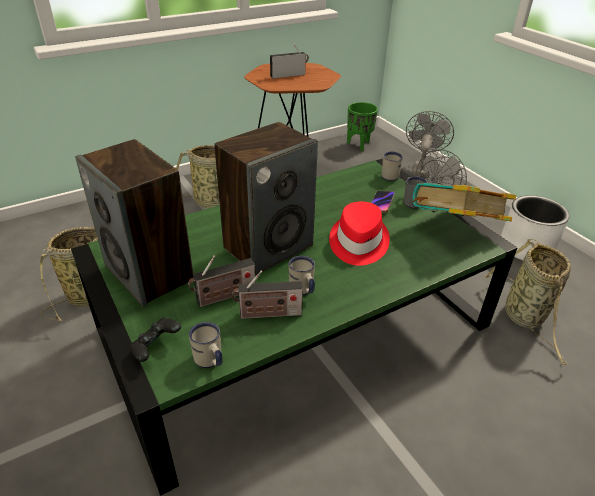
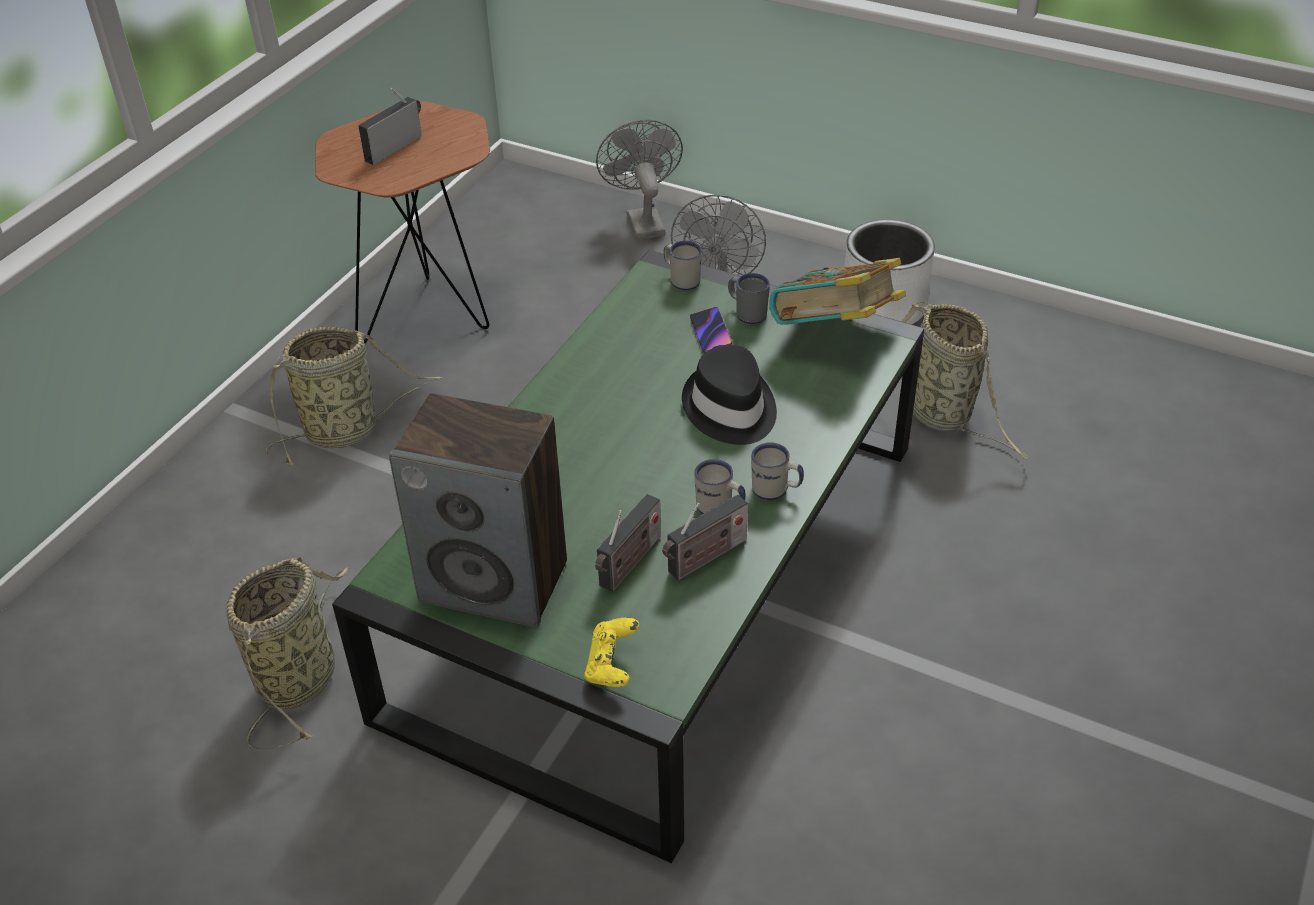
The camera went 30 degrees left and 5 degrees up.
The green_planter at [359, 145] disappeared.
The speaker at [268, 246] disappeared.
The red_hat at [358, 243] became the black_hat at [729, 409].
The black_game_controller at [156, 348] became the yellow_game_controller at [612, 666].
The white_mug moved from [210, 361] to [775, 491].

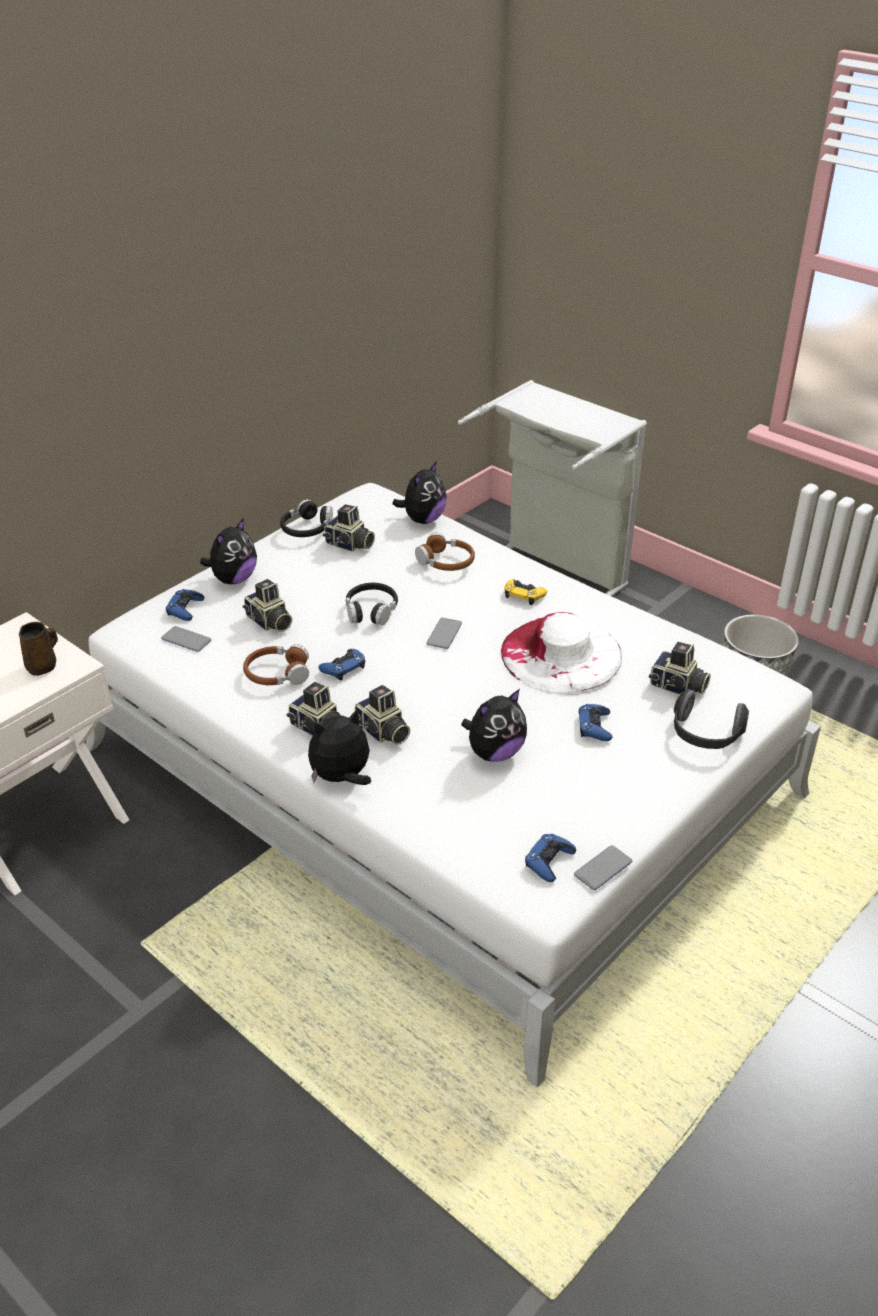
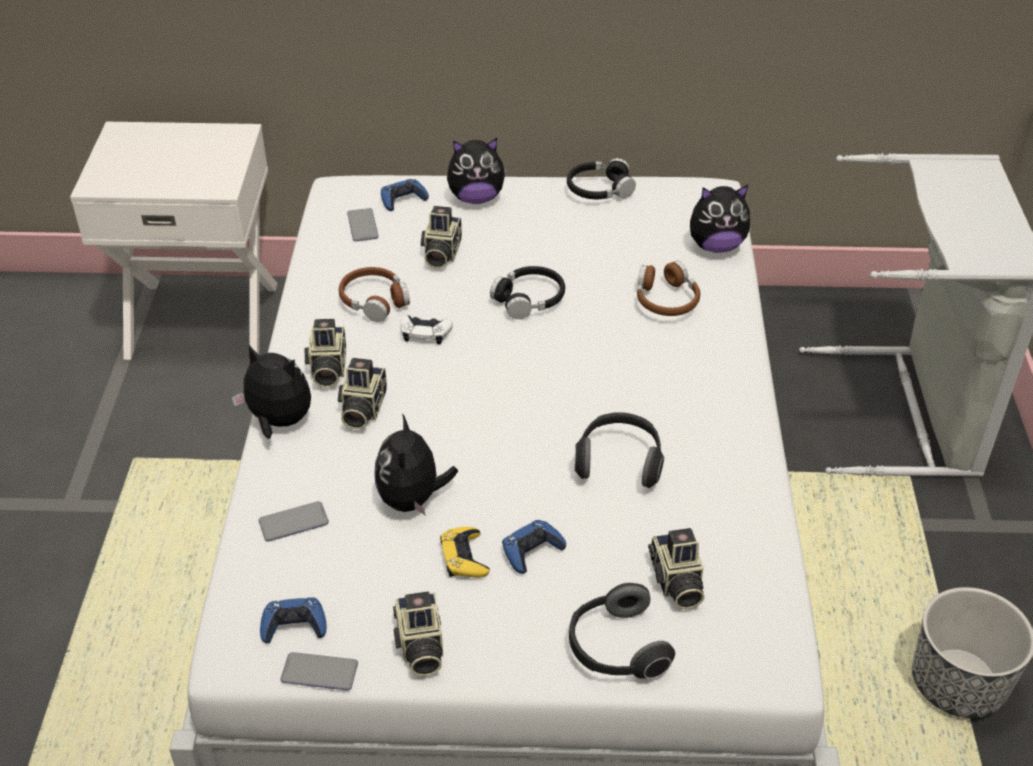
The camera went 50 degrees right and 5 degrees up.
The photo_camera moved from [349, 545] to [419, 646].
The yellow_game_controller moved from [524, 595] to [464, 557].
The white_hat at [561, 654] was replaced by the headphones at [619, 461].
The phone moved from [444, 634] to [294, 522].
The brown_mug at [43, 666] disappeared.
The blue_game_controller at [343, 667] became the white_game_controller at [425, 332].
The plush_toy at [494, 752] turned 75 degrees clockwise.

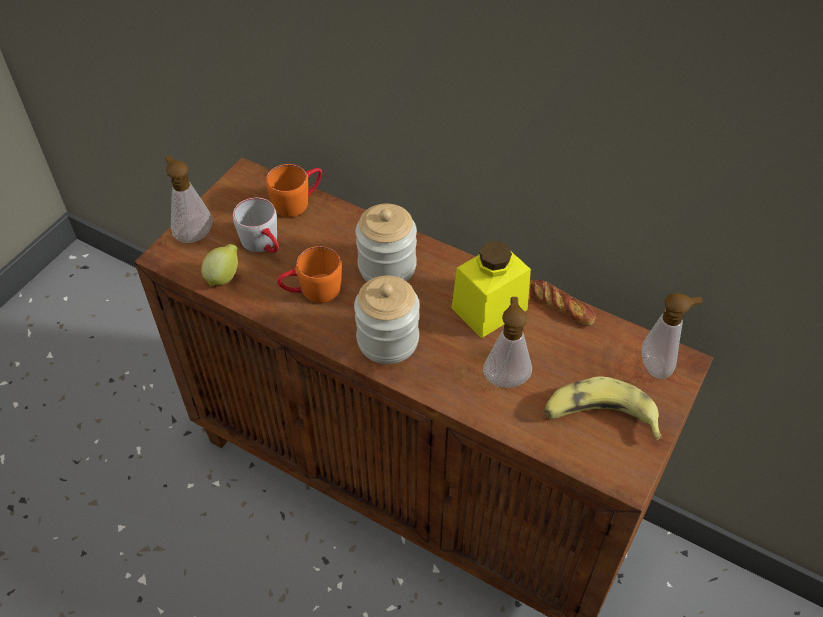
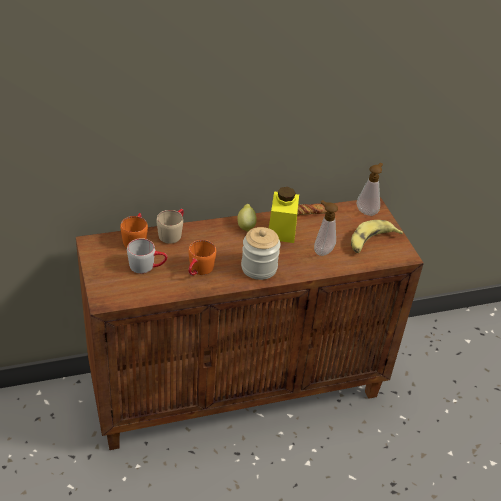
The camera went 50 degrees left and 10 degrees down.
The soap_dispenser at [193, 234] disappeared.
The jar at [387, 267] disappeared.
The lemon moved from [224, 277] to [246, 226].
The beige_mug at [172, 233] appeared.

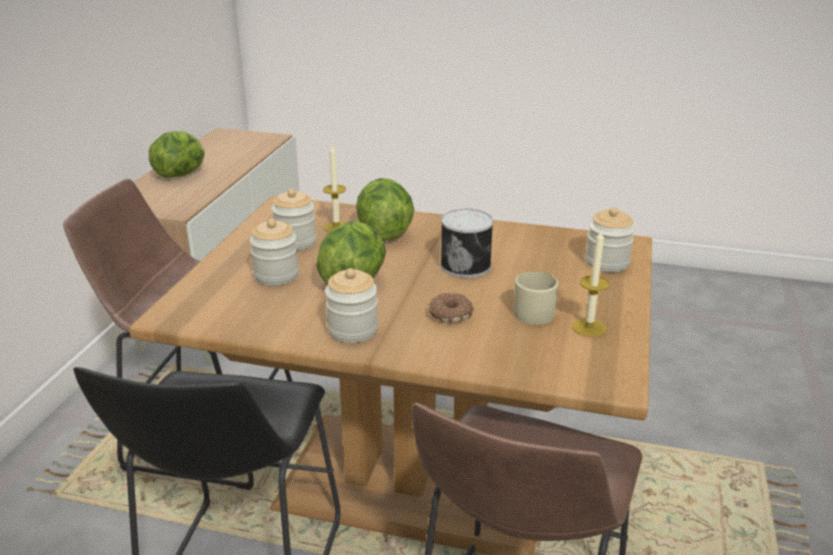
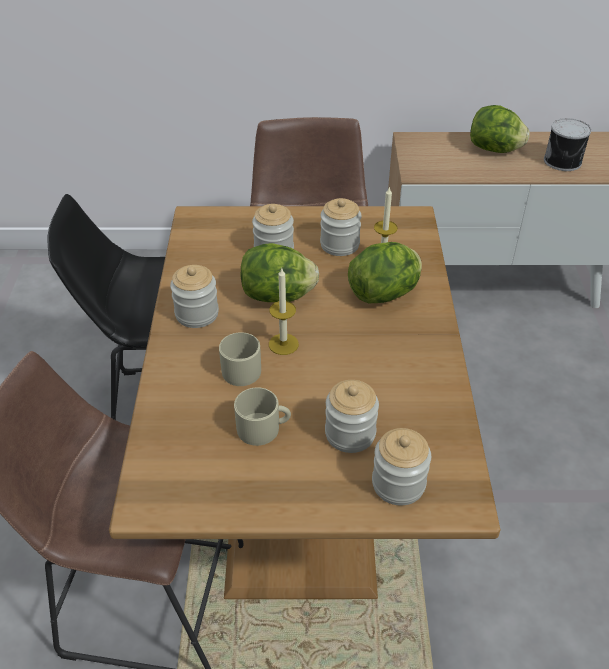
The camera went 75 degrees right and 15 degrees up.
The can moved from [466, 265] to [563, 161].
The candle moved from [589, 327] to [283, 344].
The donut at [449, 314] was replaced by the beige_mug at [239, 368].
The jar at [350, 433] appeared.

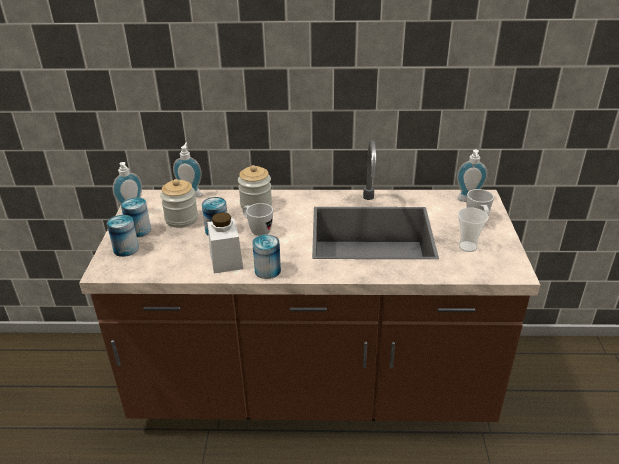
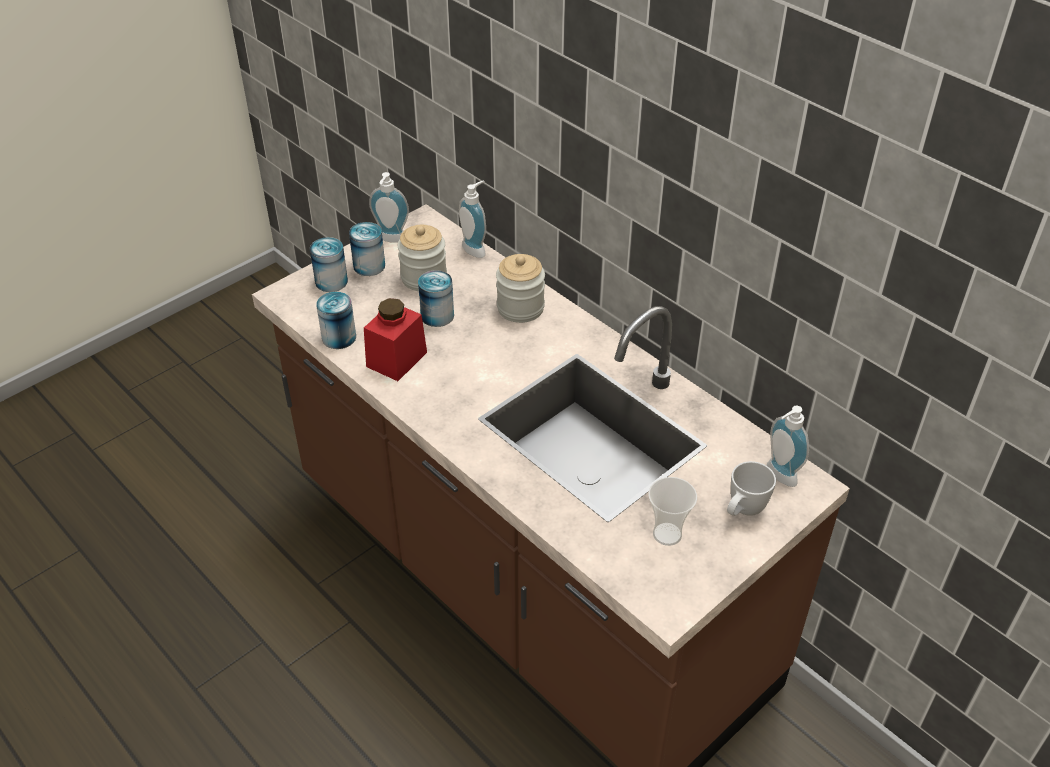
The camera went 45 degrees right and 10 degrees up.
The white_mug at [257, 230] disappeared.
The white_jar at [226, 260] became the red_jar at [396, 359].
The can moved from [267, 270] to [339, 337].

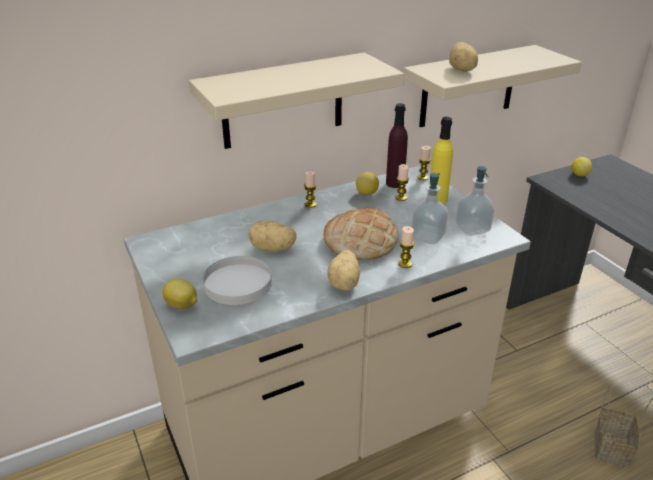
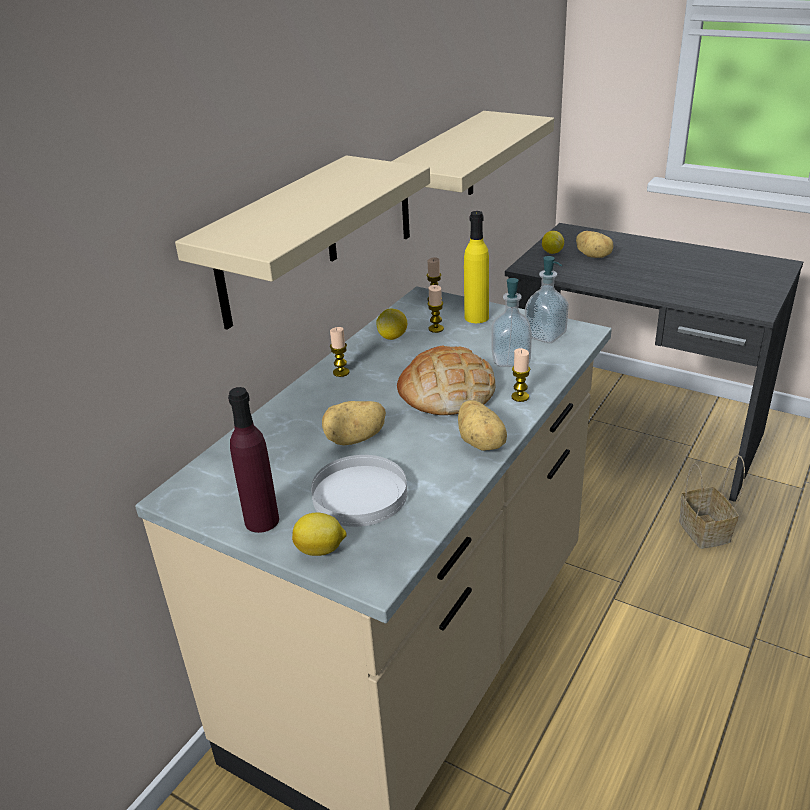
The camera went 30 degrees left and 0 degrees up.
The potato moved from [462, 69] to [593, 256].
The purple_bottle moved from [395, 183] to [262, 520].

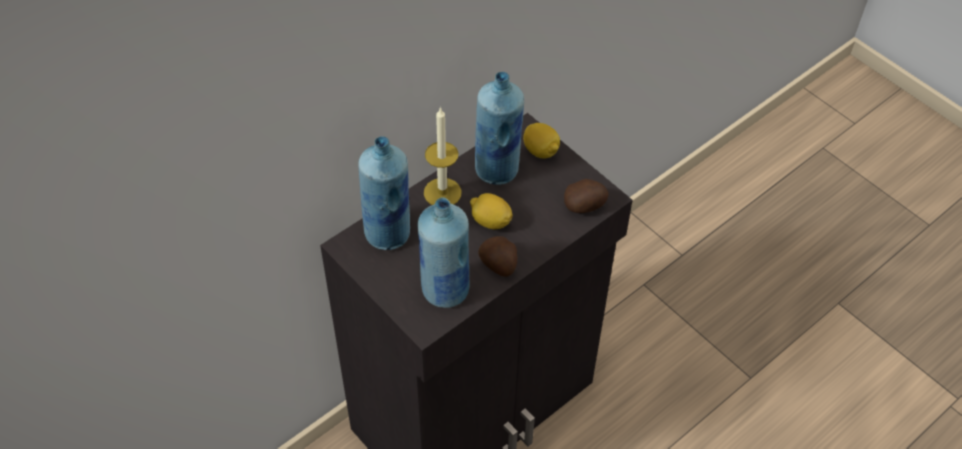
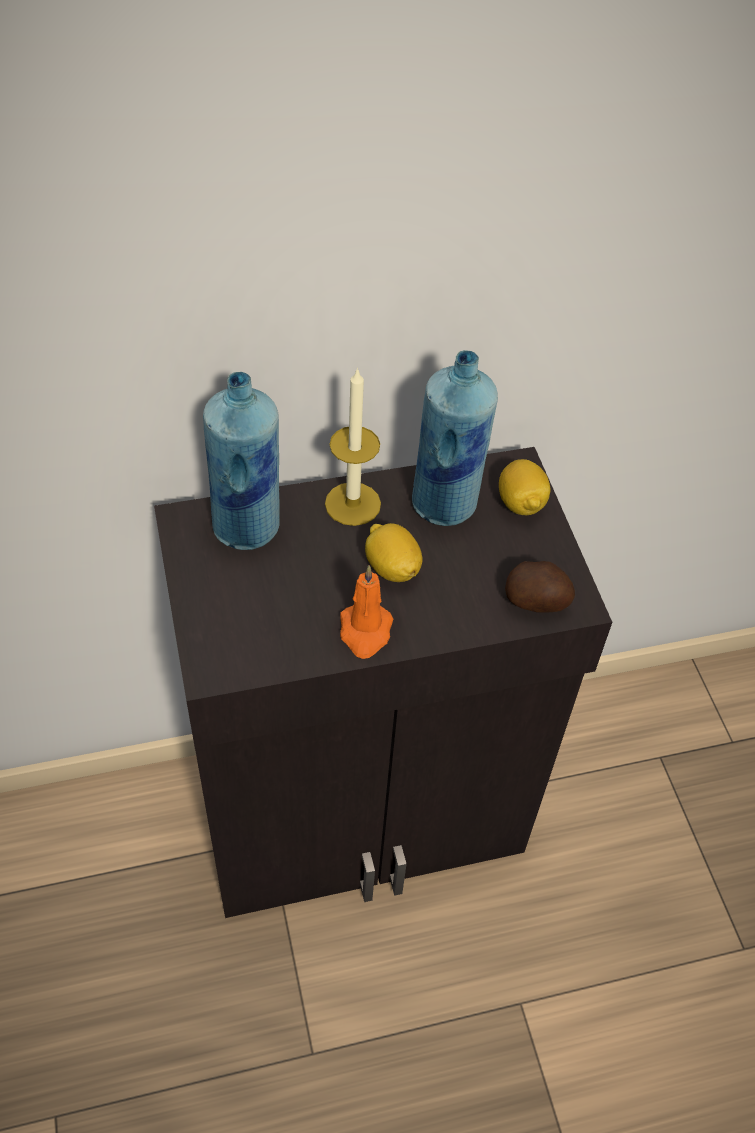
The camera went 25 degrees right and 0 degrees up.
The blue_bottle at [445, 291] disappeared.
The potato at [499, 265] was replaced by the orange_candle at [365, 632].

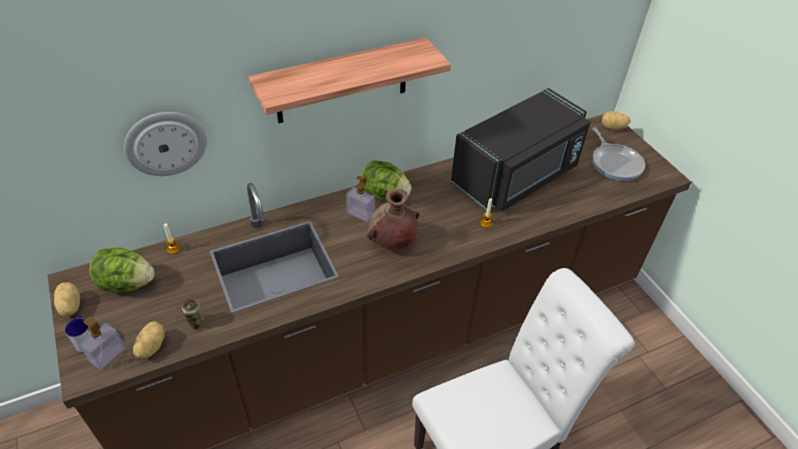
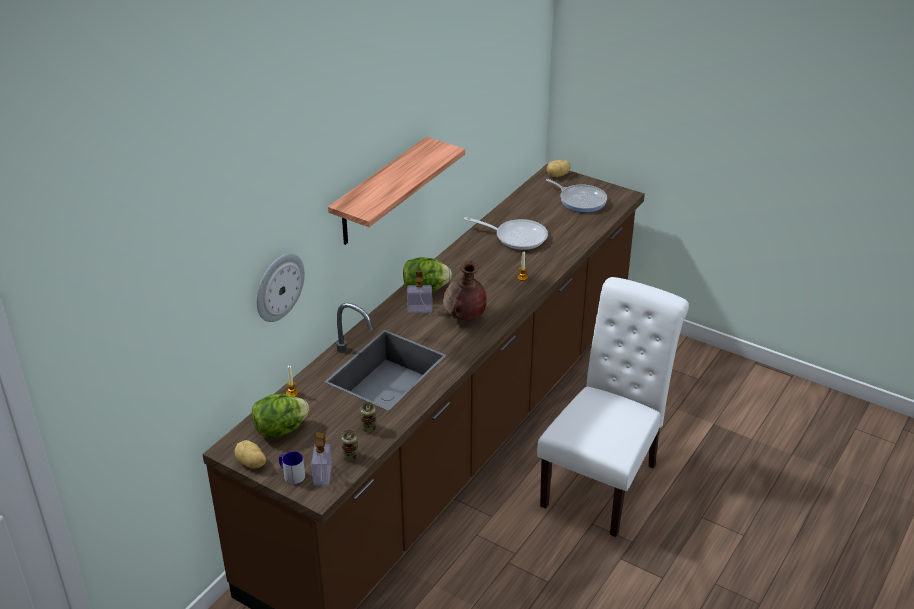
The camera went 30 degrees left and 10 degrees down.
The black_microwave at [517, 176] was replaced by the frying_pan at [516, 237].
The potato at [151, 347] was replaced by the can at [350, 456].

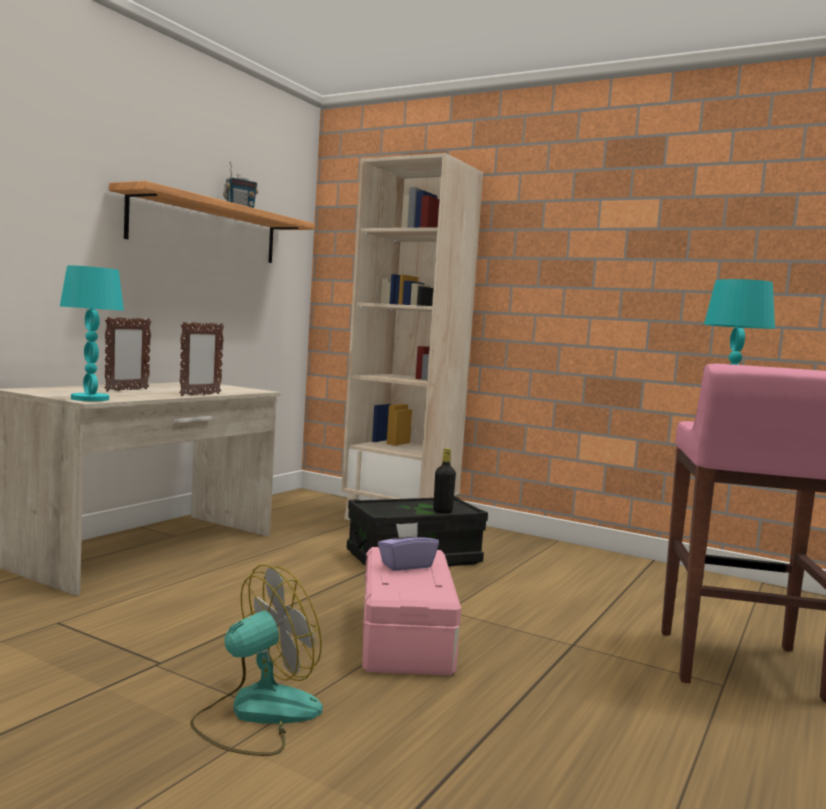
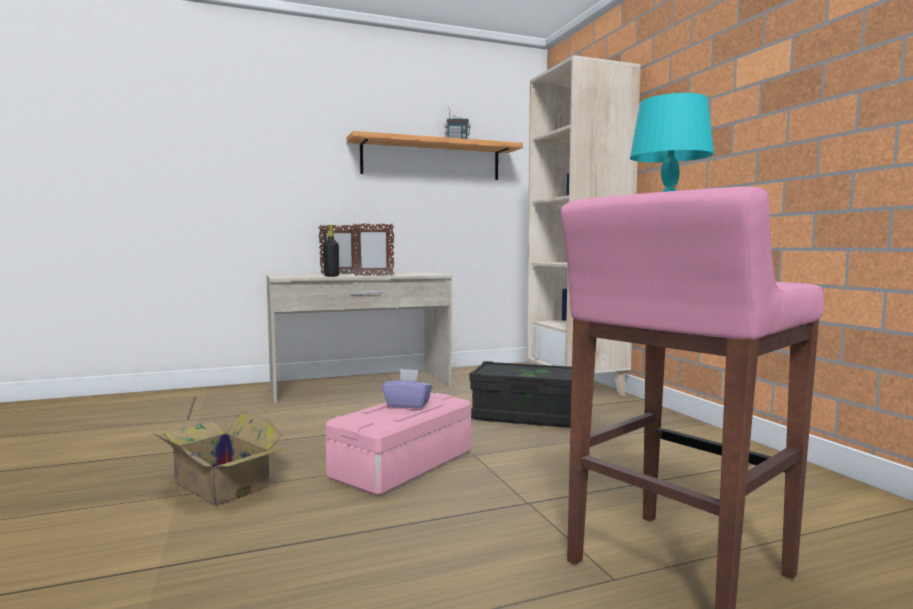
The camera went 40 degrees right and 0 degrees up.
The turquoise_table_lamp at [90, 399] disappeared.
The black_bottle moved from [442, 511] to [331, 276].
The fan at [256, 714] was replaced by the cardboard_box at [220, 483].

